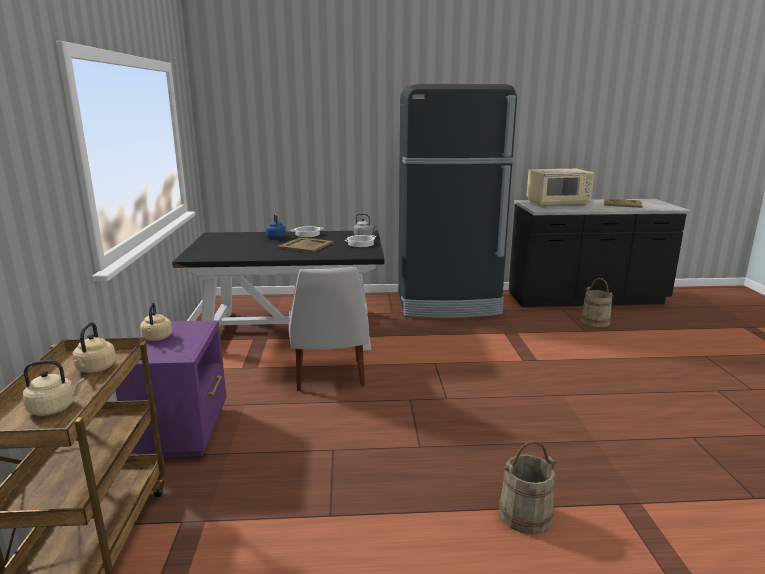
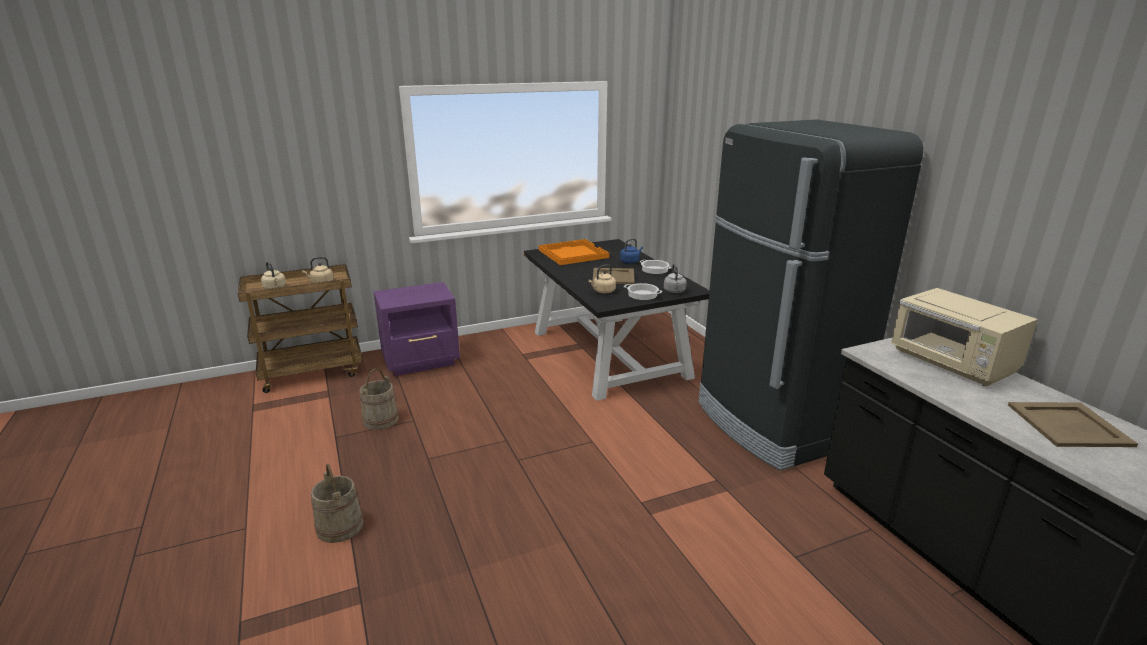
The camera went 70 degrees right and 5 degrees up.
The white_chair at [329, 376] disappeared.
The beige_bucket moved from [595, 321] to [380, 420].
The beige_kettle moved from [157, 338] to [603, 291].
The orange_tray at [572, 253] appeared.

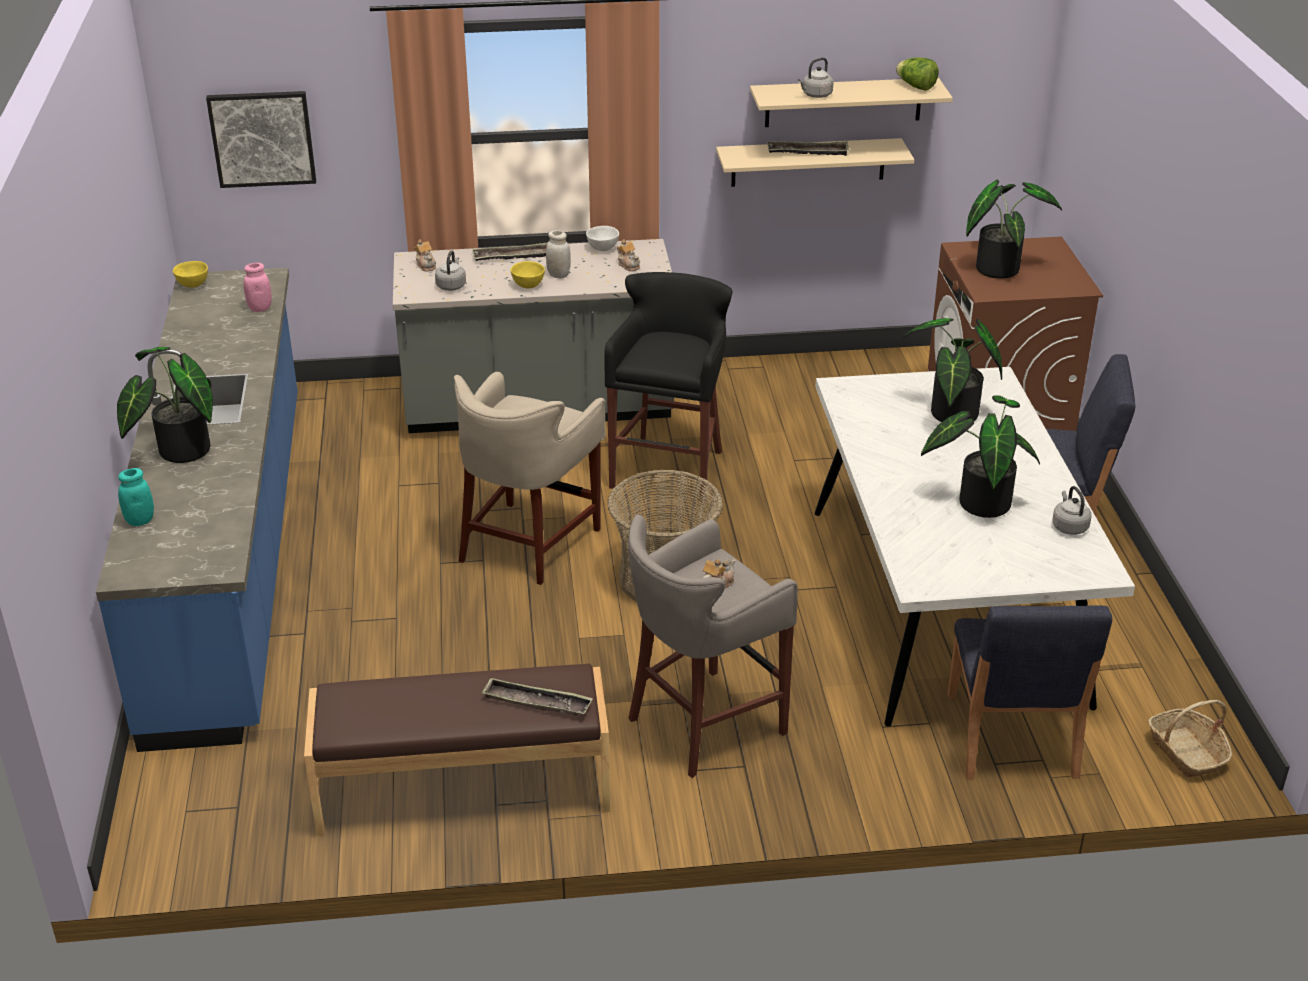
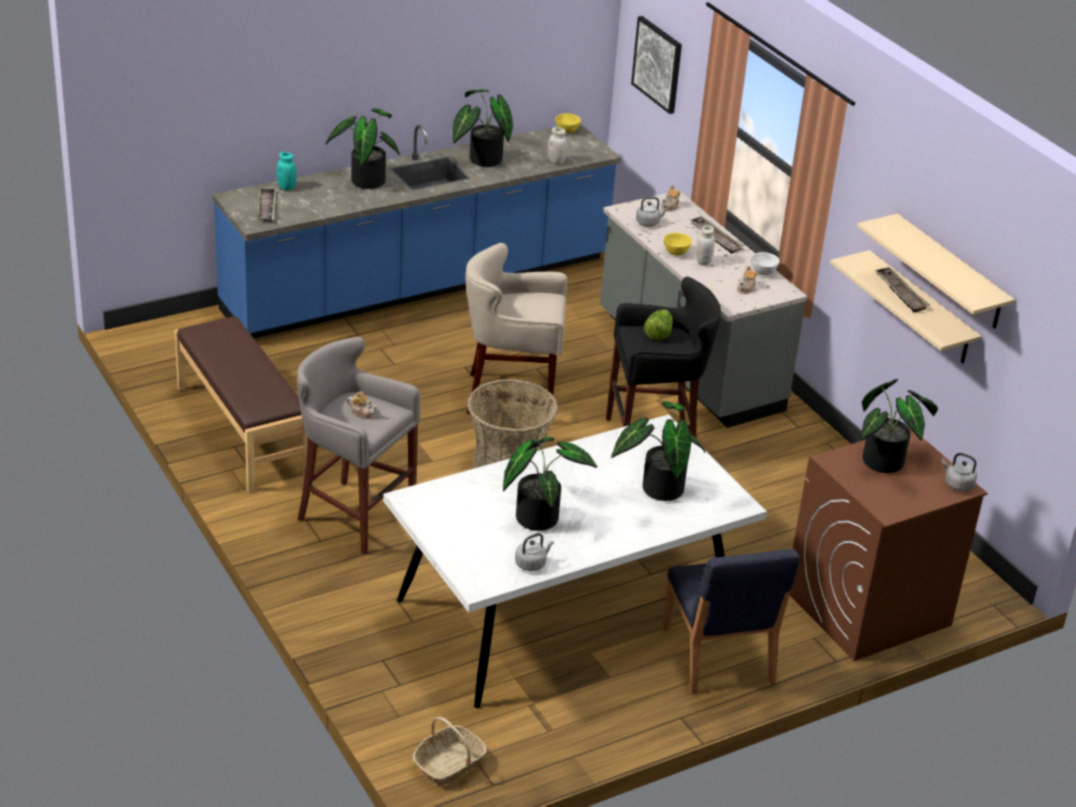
The camera went 65 degrees right and 0 degrees up.
The grey_kettle moved from [815, 95] to [957, 484].
The lettuce moved from [916, 87] to [658, 334].
The pink_jar at [260, 308] became the white_jar at [556, 161].
The blue_chair at [1010, 737] disappeared.
The tray moved from [537, 702] to [266, 207].
The potted_plant at [481, 159] appeared.

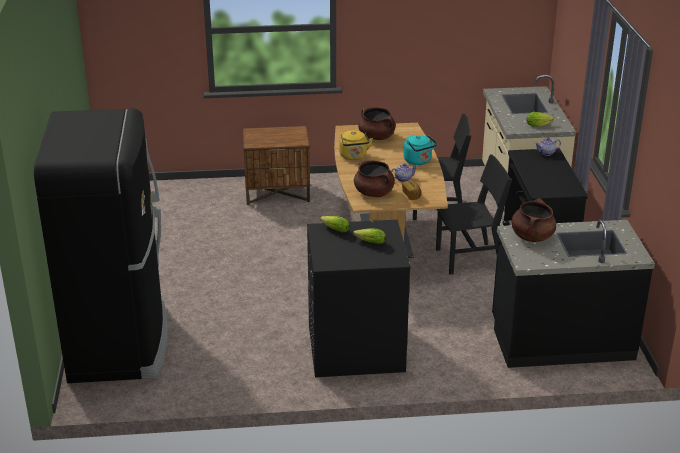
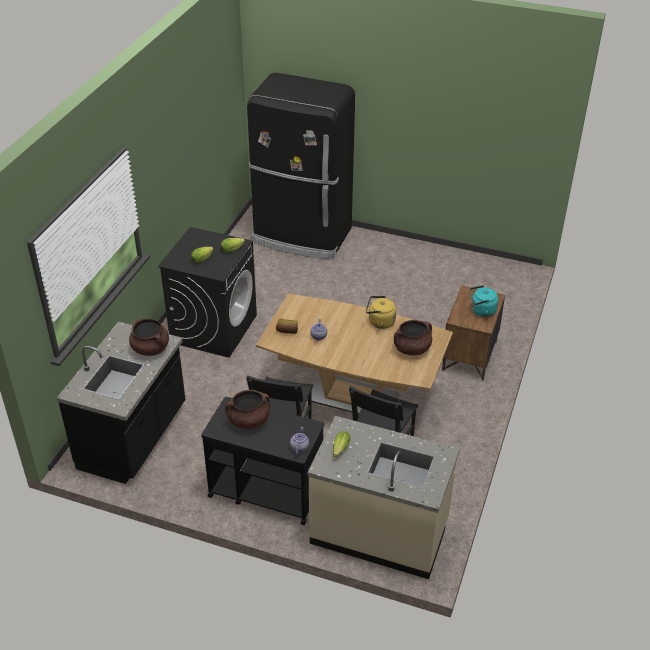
The camera went 115 degrees right and 10 degrees up.
The turquoise_kettle moved from [419, 161] to [481, 311].
The brown_cooking_pot moved from [374, 193] to [248, 421].

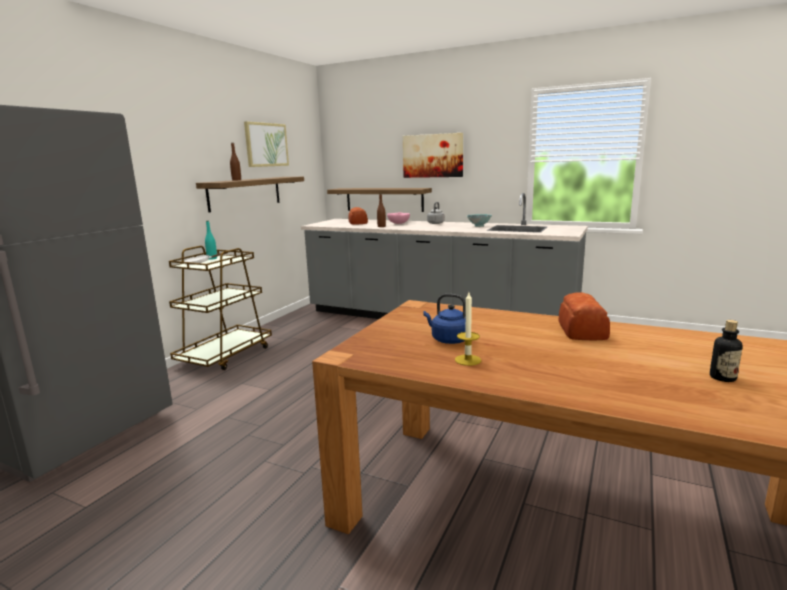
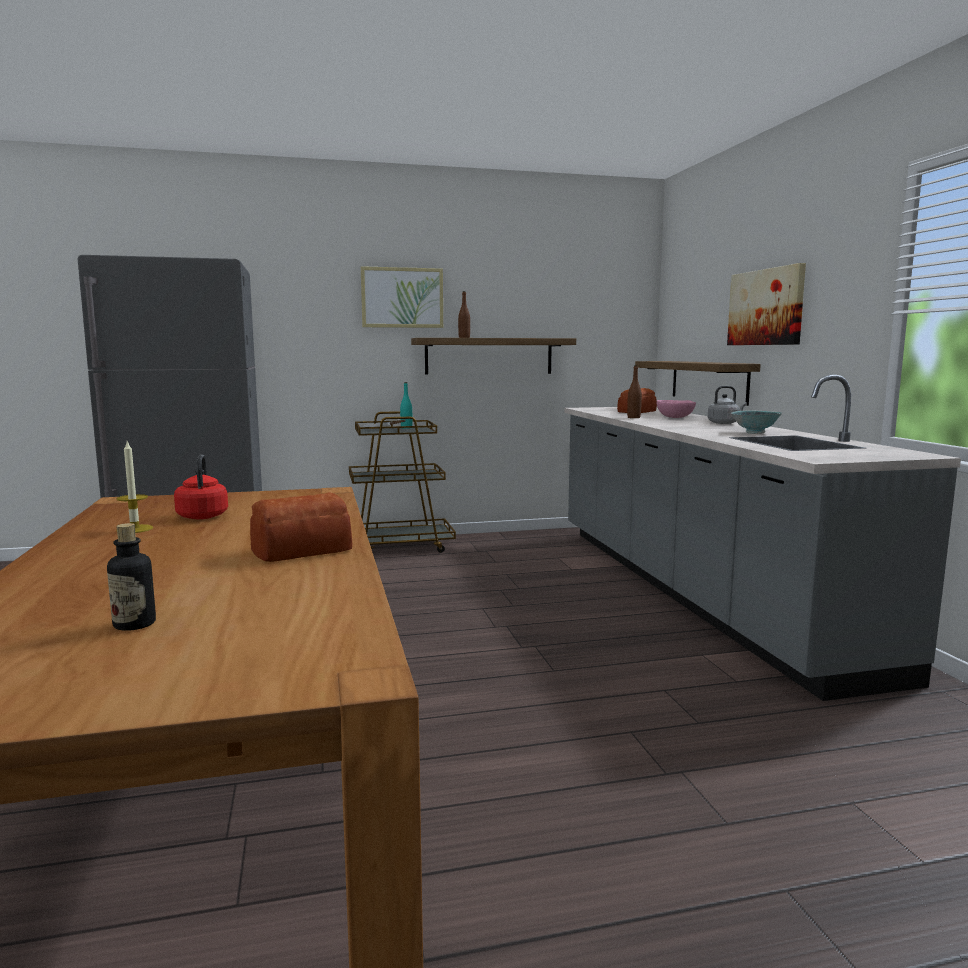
The camera went 50 degrees right and 5 degrees down.
The picture moved from [266, 145] to [402, 298].
The blue_kettle at [448, 340] became the red_kettle at [203, 516].

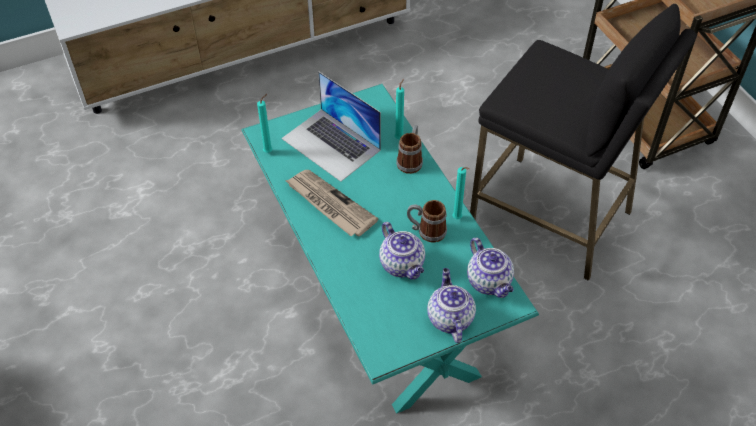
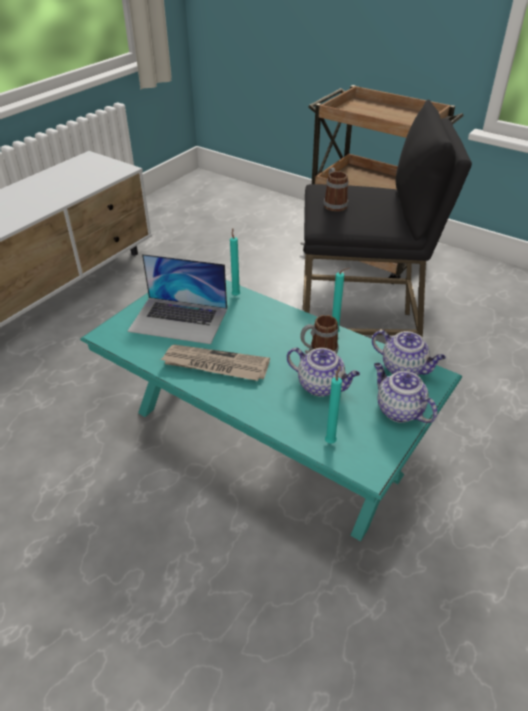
The camera went 30 degrees left and 10 degrees down.
The turquoise_candle moved from [269, 151] to [331, 441].
The mug moved from [410, 160] to [333, 203].

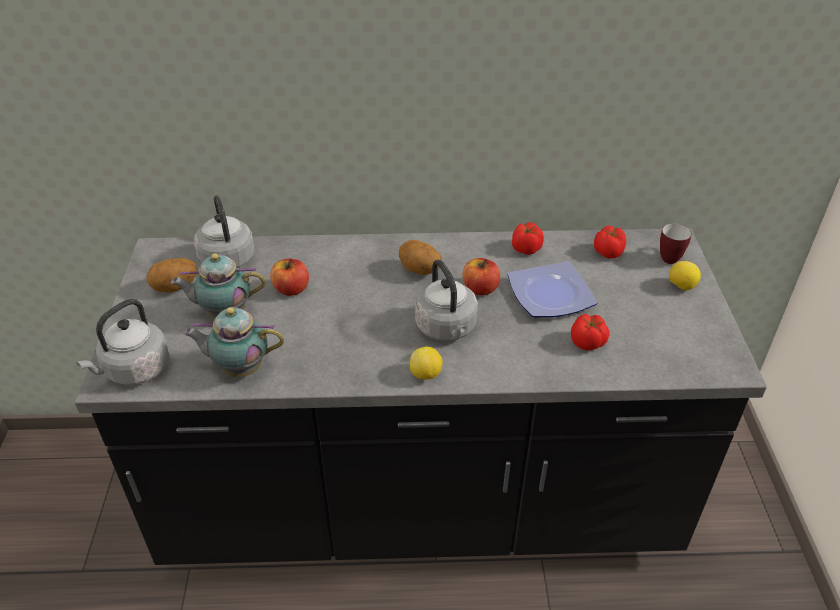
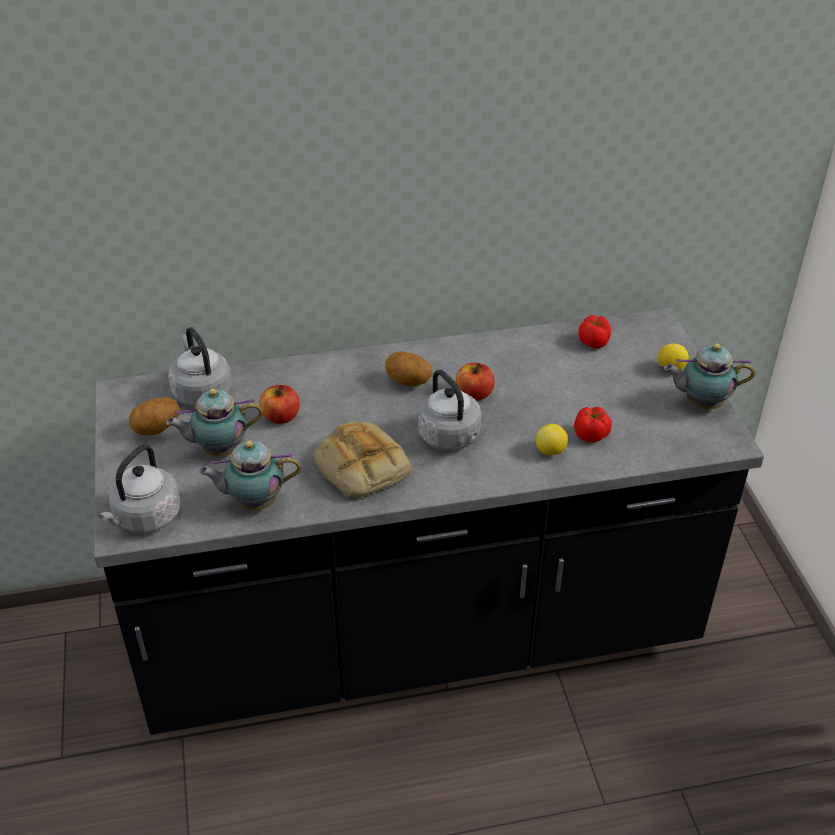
The camera went 10 degrees left and 0 degrees up.
The tomato at [525, 249] disappeared.
The mug at [669, 257] disappeared.
The plate at [552, 295] disappeared.
The lemon moved from [426, 374] to [550, 451].
The teapot at [700, 403] appeared.
The bread at [359, 466] appeared.

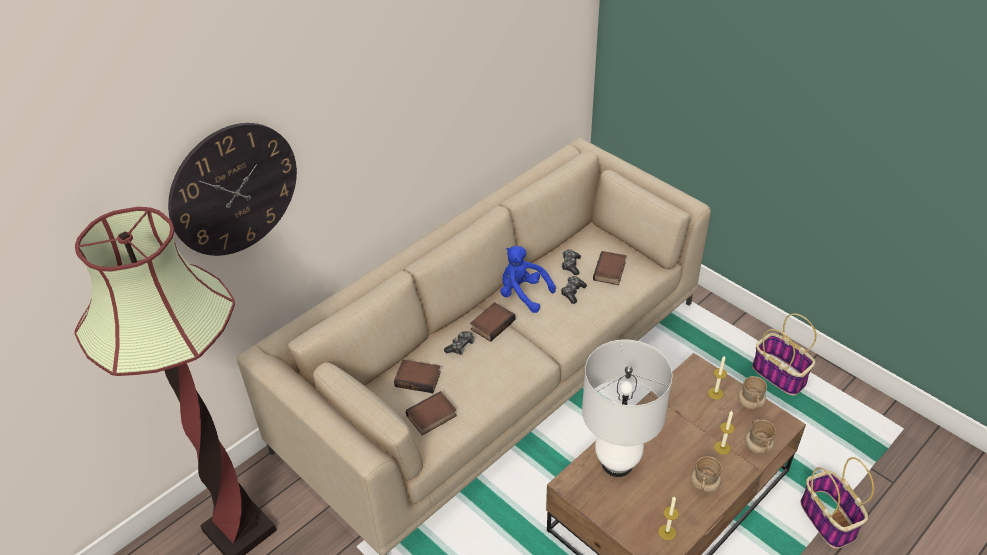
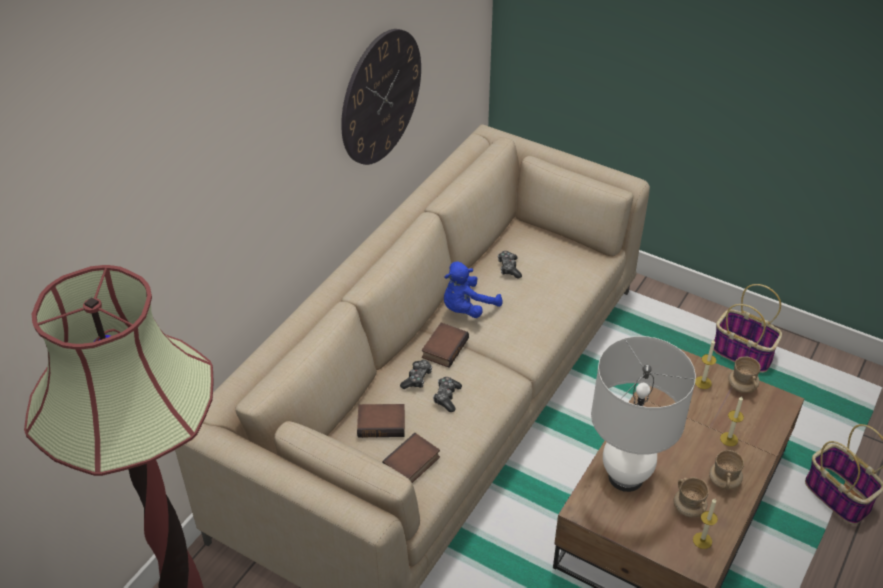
The camera went 15 degrees left and 0 degrees up.
The wall_clock moved from [234, 189] to [381, 97].
The blue_plush_toy at [523, 294] turned 60 degrees counterclockwise.
The book at [610, 271] disappeared.
The game_controller moved from [572, 292] to [447, 397].
The beige_mug moved from [757, 447] to [688, 509].

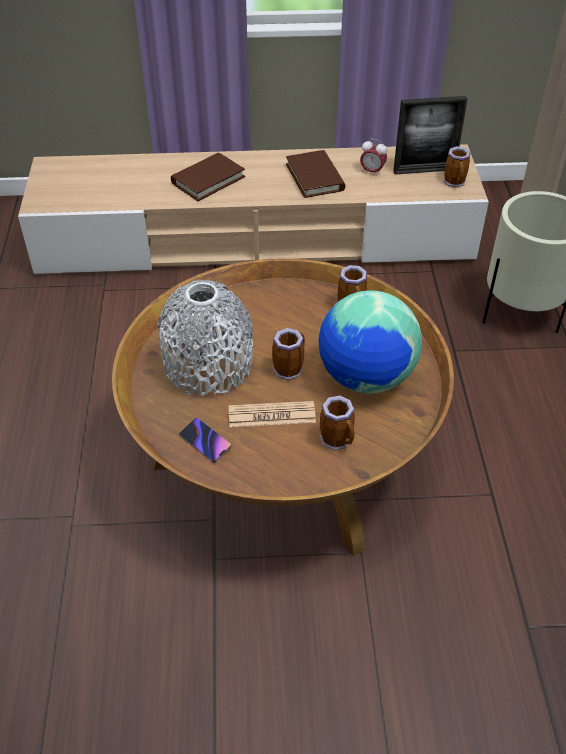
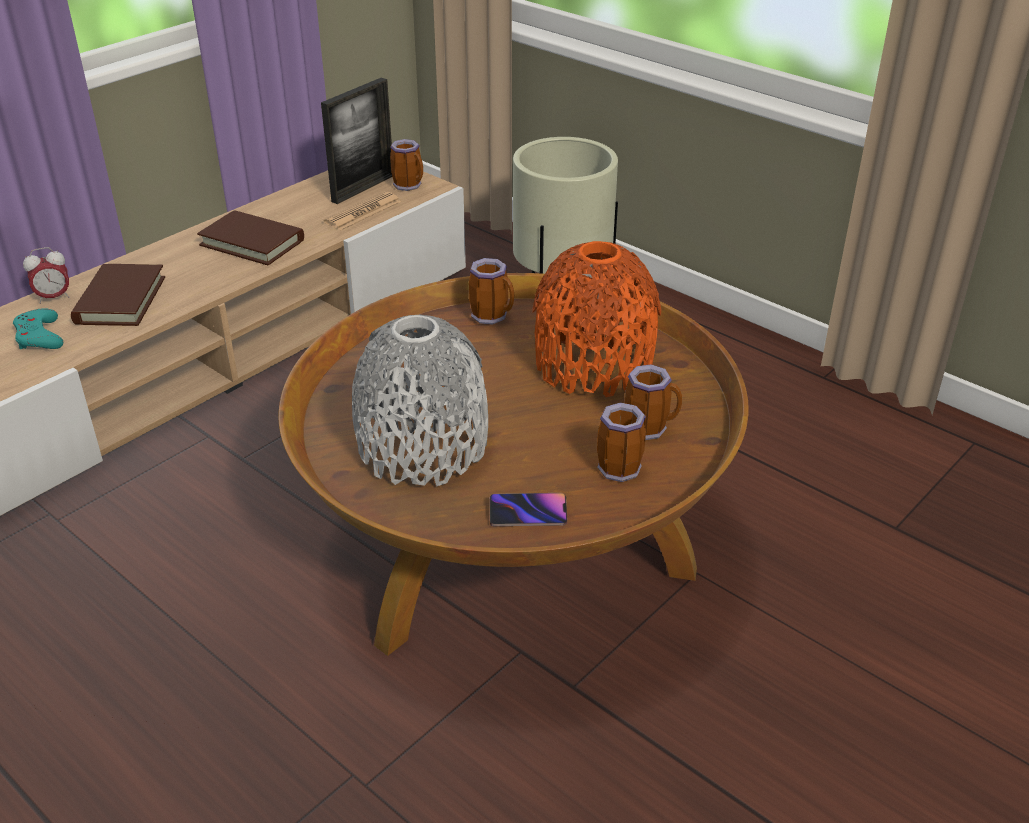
The camera went 45 degrees left and 10 degrees down.
The alarm_clock moved from [372, 171] to [54, 297].
The globe at [365, 377] was replaced by the orange_vase at [593, 365].
The mug moved from [289, 368] to [616, 466].
The newspaper moved from [272, 415] to [363, 212].
The turquoise_game_controller at [39, 336] appeared.

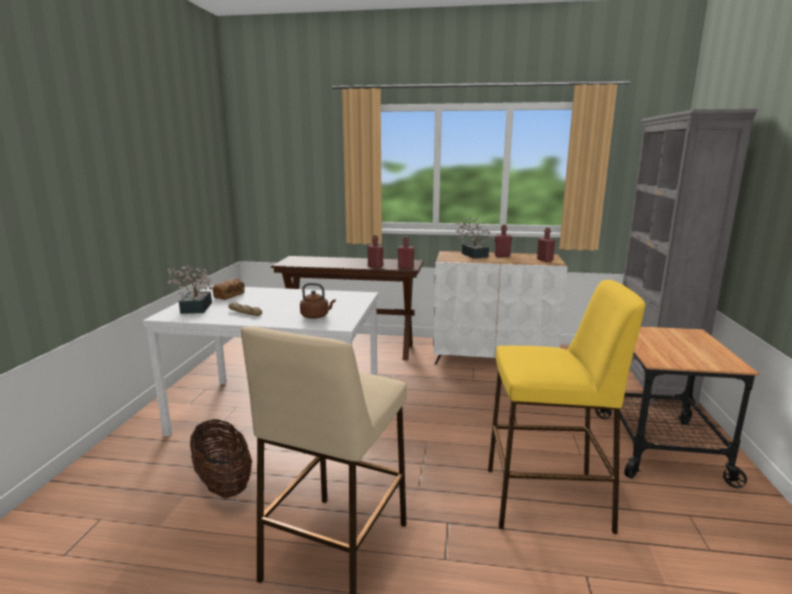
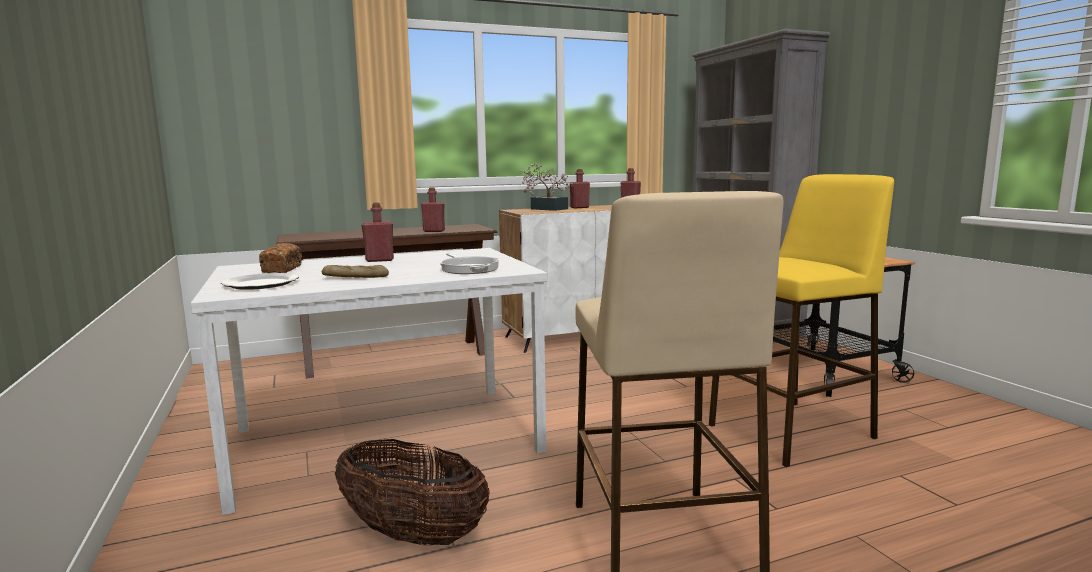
The camera went 30 degrees left and 5 degrees down.
The red_bottle moved from [405, 268] to [379, 260].
The potted_plant at [194, 309] was replaced by the plate at [260, 284].
The brown_kettle at [316, 316] was replaced by the frying_pan at [468, 268].

